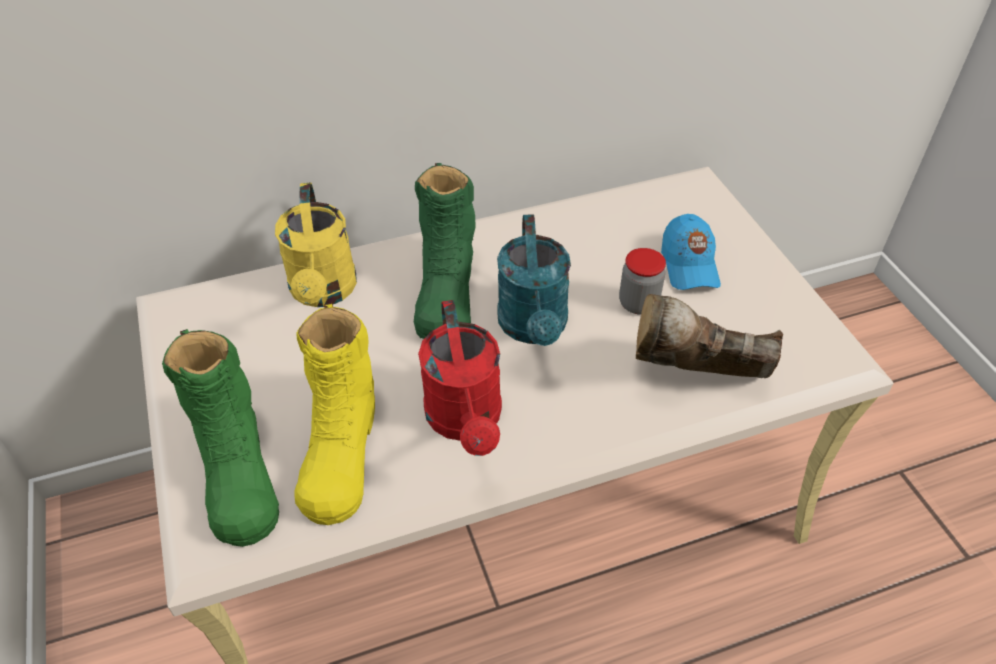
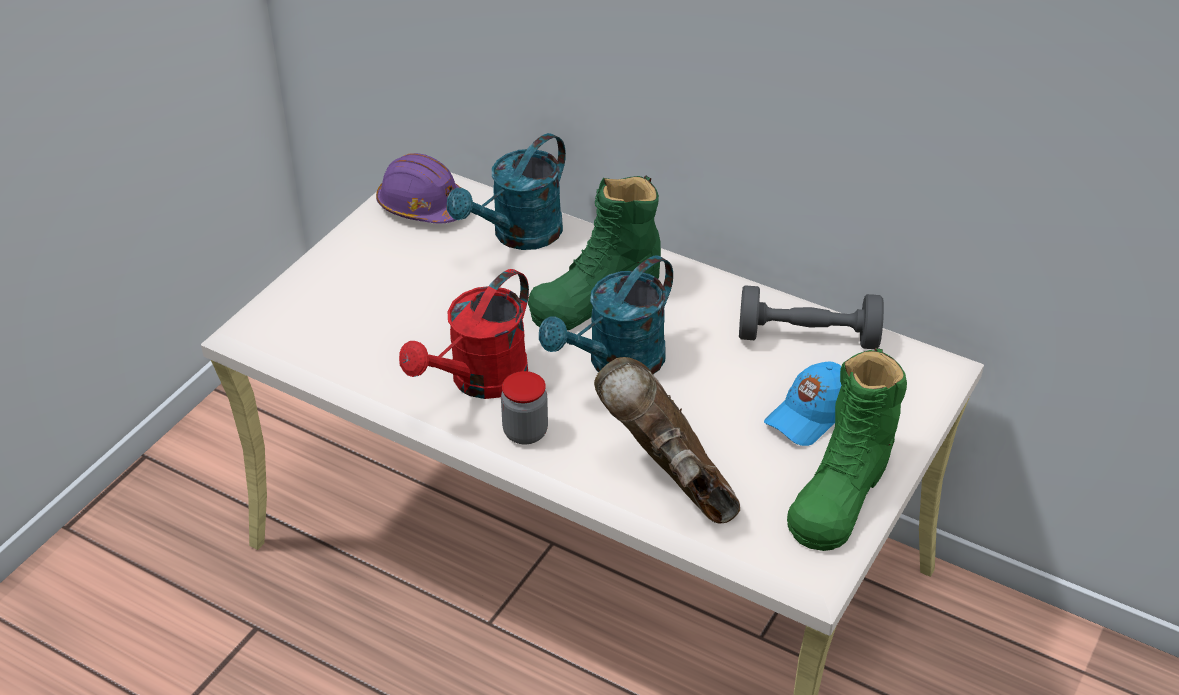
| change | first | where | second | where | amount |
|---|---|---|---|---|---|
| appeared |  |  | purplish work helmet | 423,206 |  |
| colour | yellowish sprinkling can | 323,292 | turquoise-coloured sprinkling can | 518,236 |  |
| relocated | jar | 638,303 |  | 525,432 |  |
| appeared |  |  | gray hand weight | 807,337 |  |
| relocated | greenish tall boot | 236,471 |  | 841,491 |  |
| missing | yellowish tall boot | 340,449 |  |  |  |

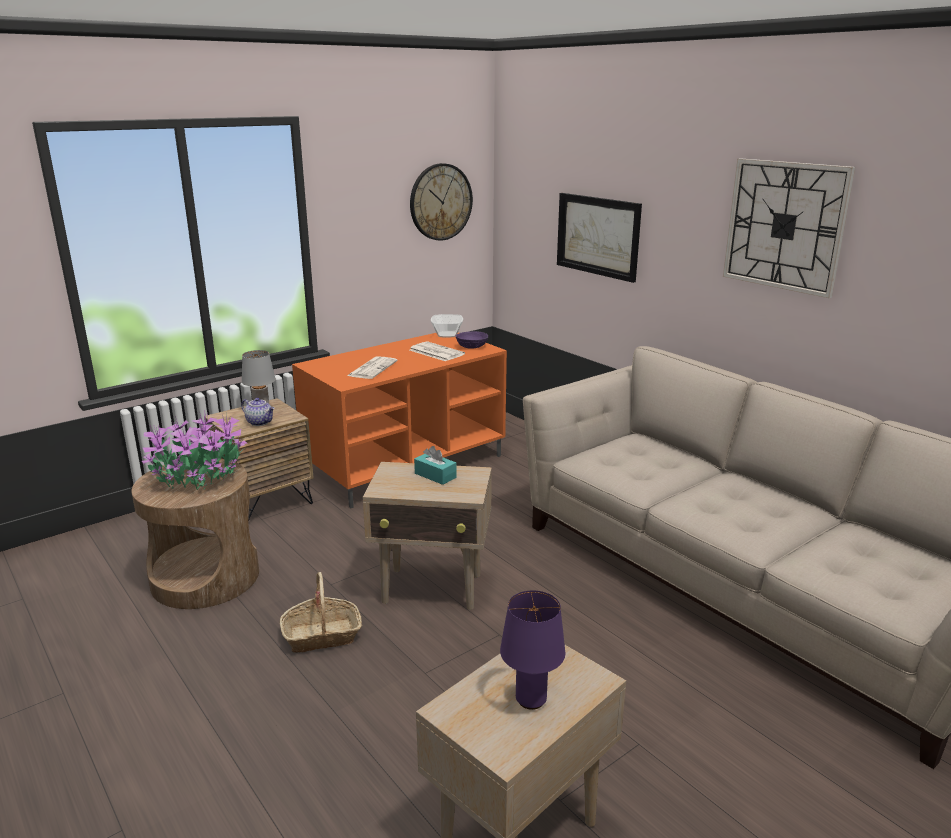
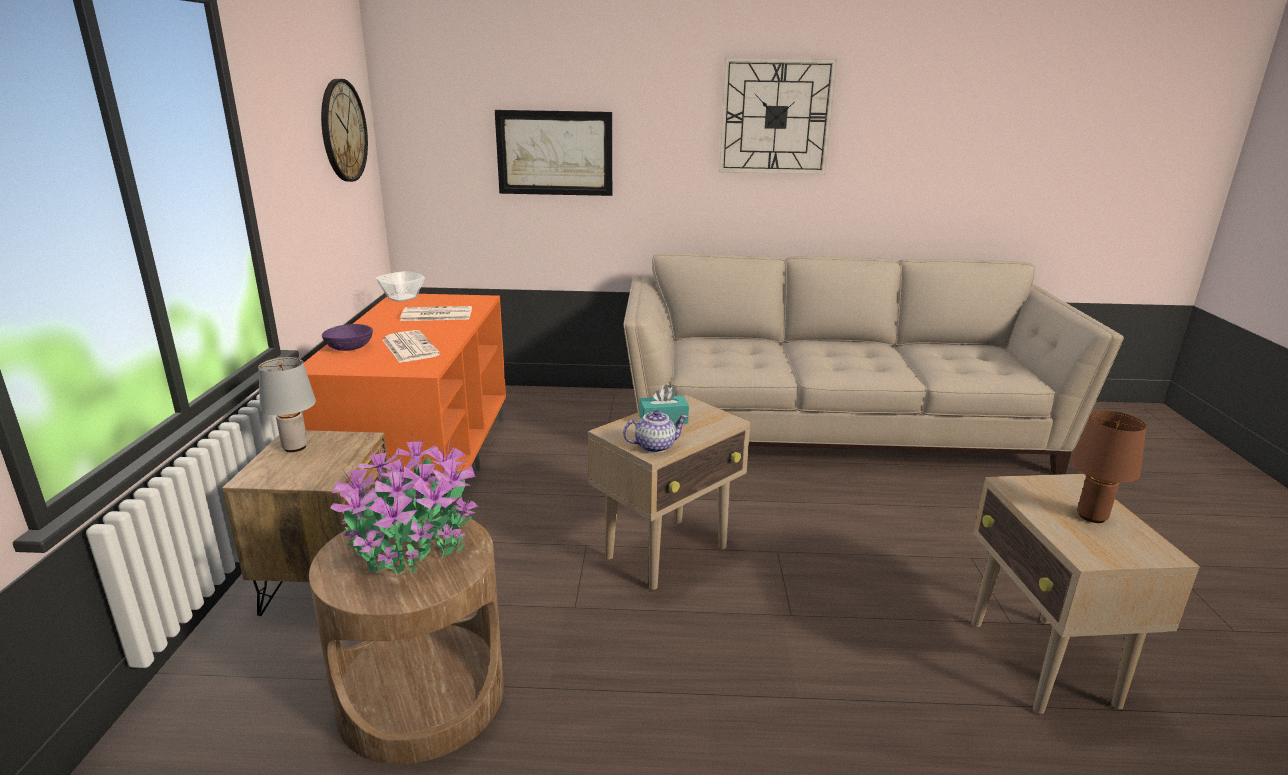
| change | first | where | second | where | amount |
|---|---|---|---|---|---|
| relocated | purplish bowl | 472,347 |  | 350,347 |  |
| relocated | teapot | 260,422 |  | 655,446 |  |
| colour | purplish lamp for a table | 530,700 | brown-coloured lamp for a table | 1091,517 |  |
| missing | household basket | 322,635 |  |  |  |

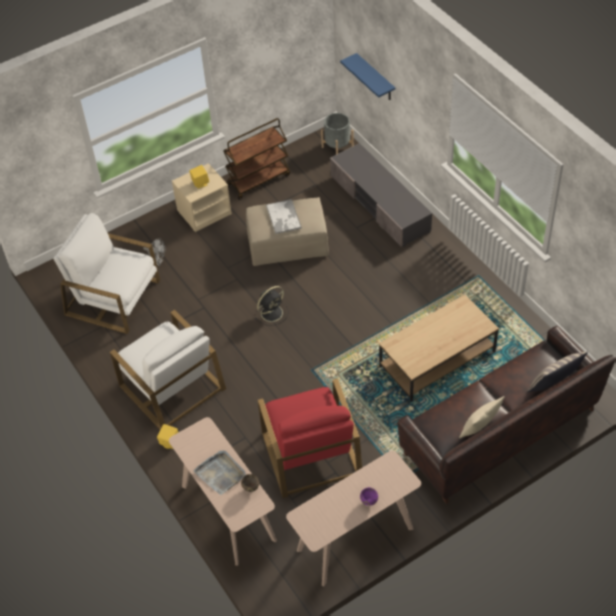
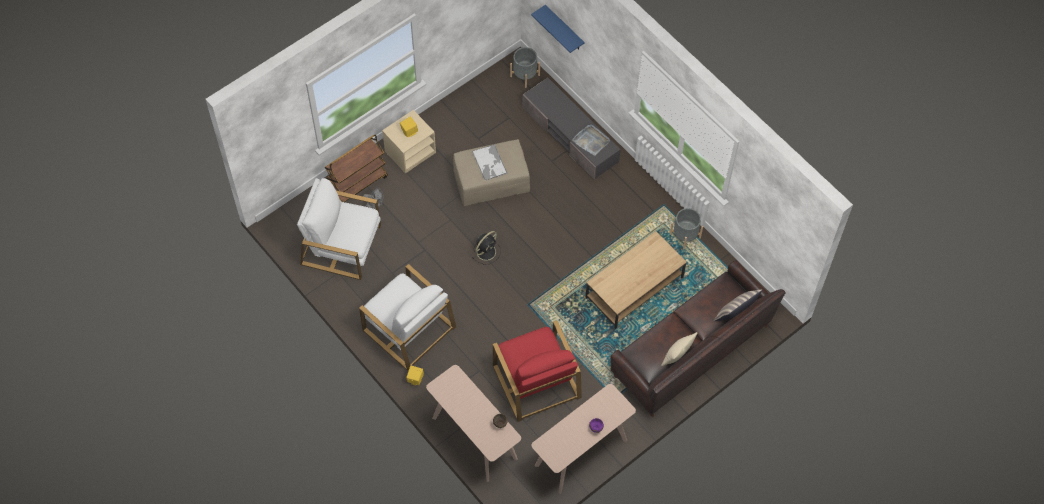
| change | first | where | second | where | amount |
|---|---|---|---|---|---|
| relocated | brown-coloured wheeled cart | 258,180 |  | 358,183 |  |
| relocated | gray serving tray | 220,473 |  | 591,141 |  |
| appeared |  |  | gray flower pot | 685,236 |  |

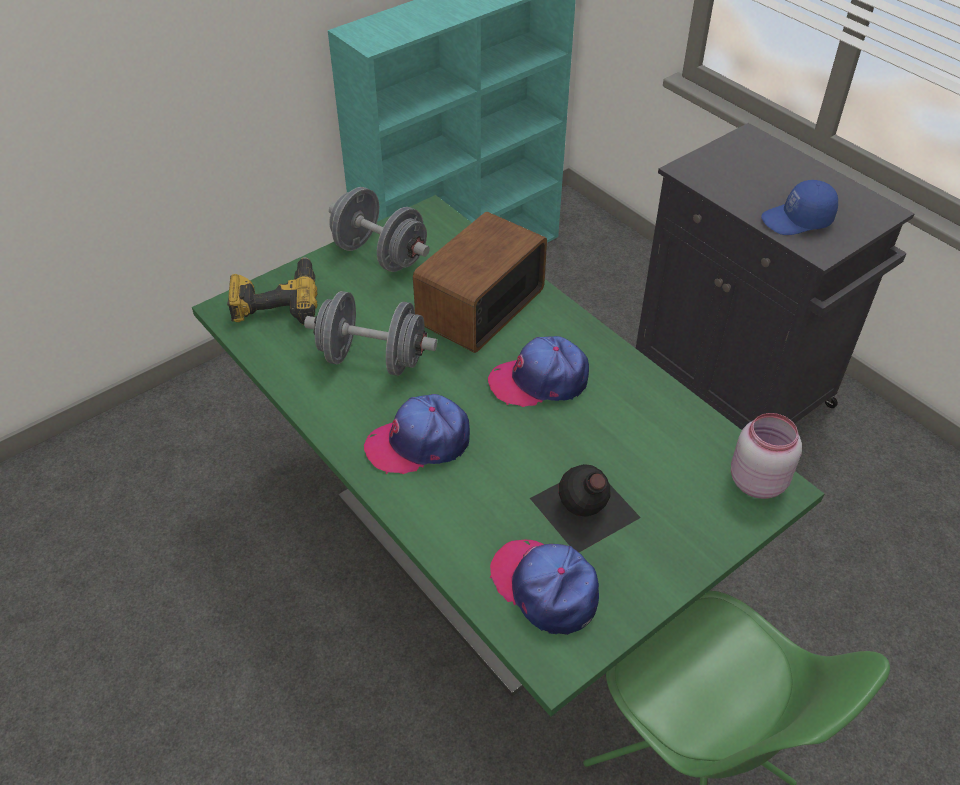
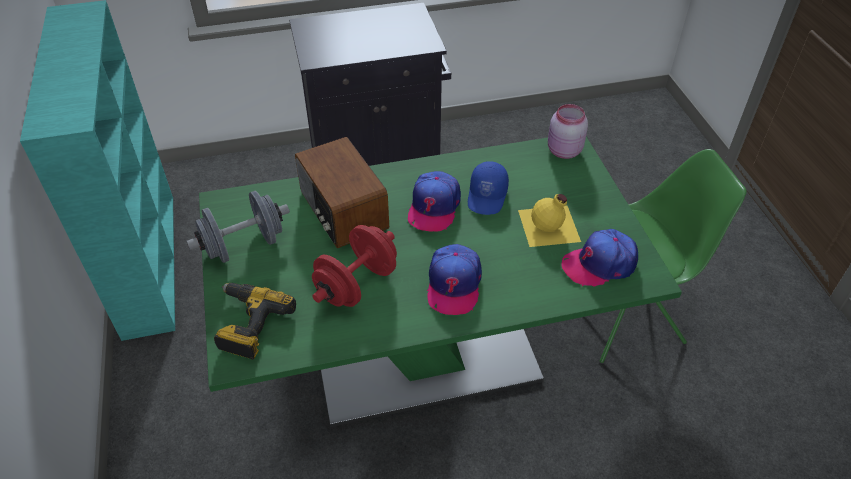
| change | first | where | second | where | amount |
|---|---|---|---|---|---|
| colour | gray hand weight | 373,359 | reddish hand weight | 356,284 |  |
| relocated | bluish peaked cap | 797,220 |  | 487,196 |  |
| colour | black-coloured bottle | 584,509 | yellowish bottle | 550,226 |  |

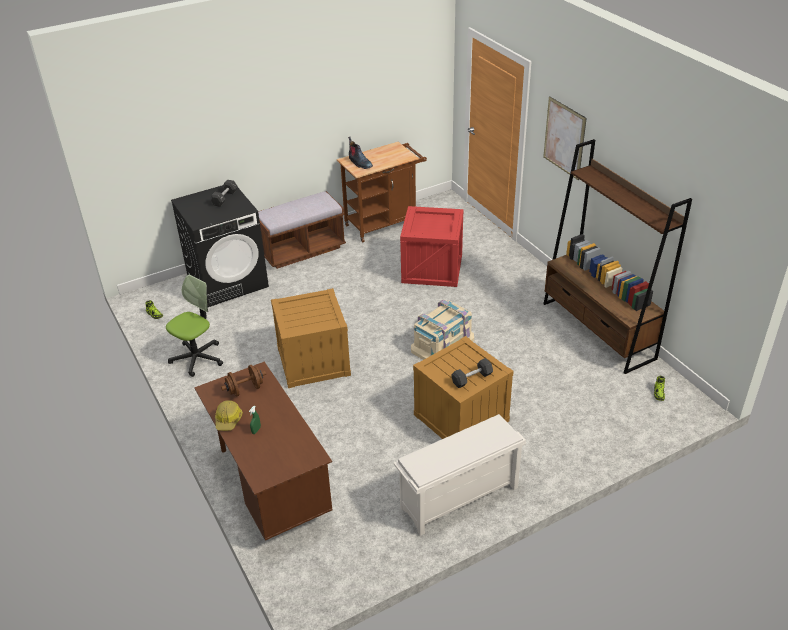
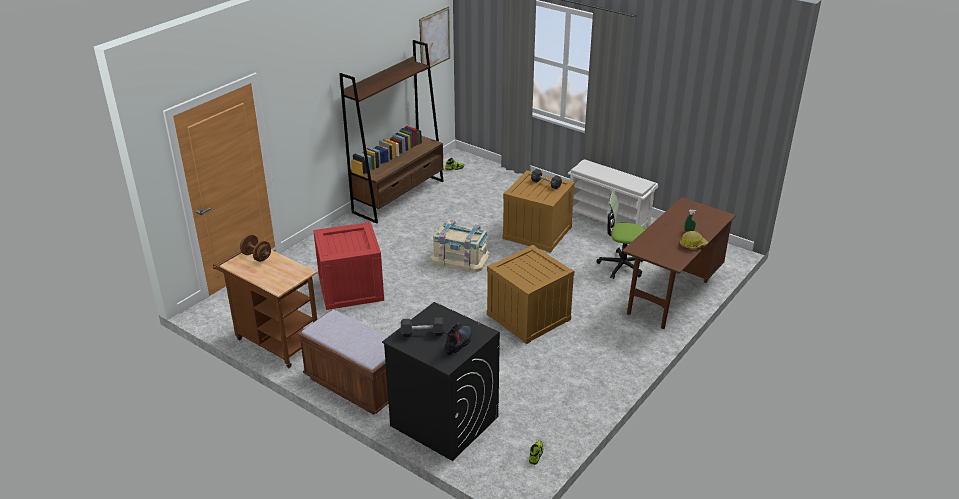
| change | first | where | second | where | amount |
|---|---|---|---|---|---|
| relocated | brown-coloured hand weight | 245,389 |  | 256,256 |  |
| relocated | picture | 564,138 |  | 434,39 |  |
| relocated | tall boot | 359,163 |  | 458,344 |  |
| relocated | desk chair | 197,358 |  | 621,266 |  |

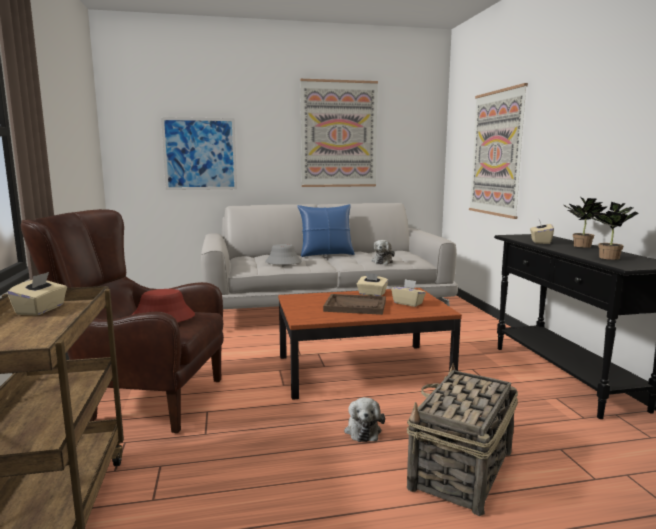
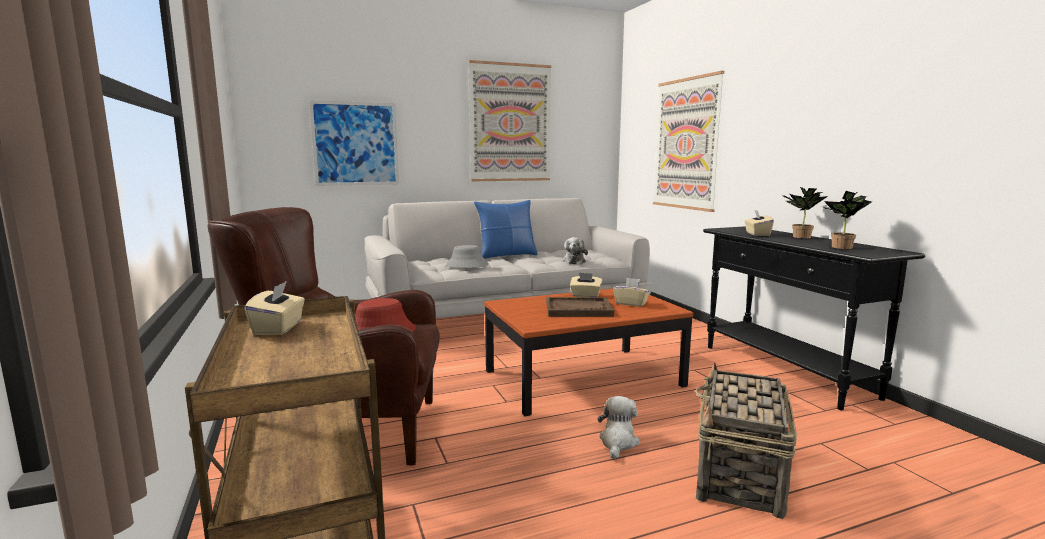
| change | first | where | second | where | amount |
|---|---|---|---|---|---|
| spun | cuddly toy | 362,430 |  | 618,442 | 150 degrees counterclockwise |

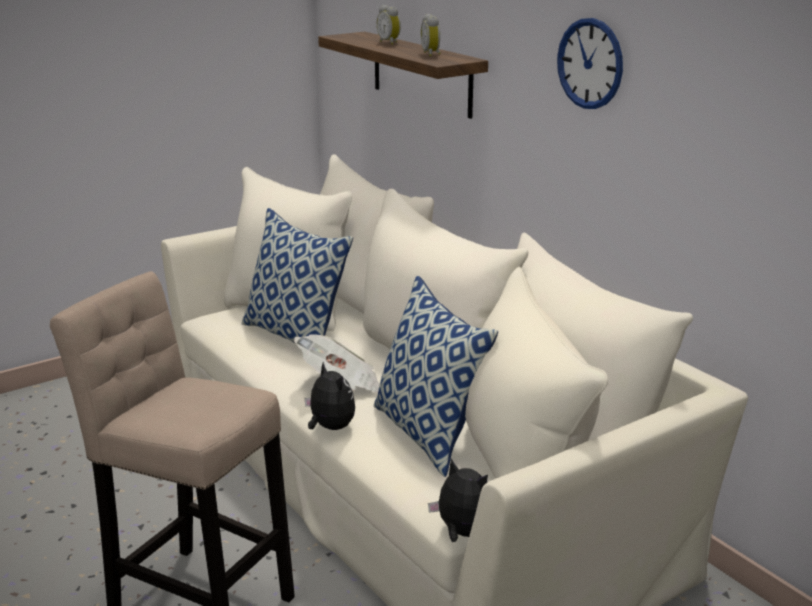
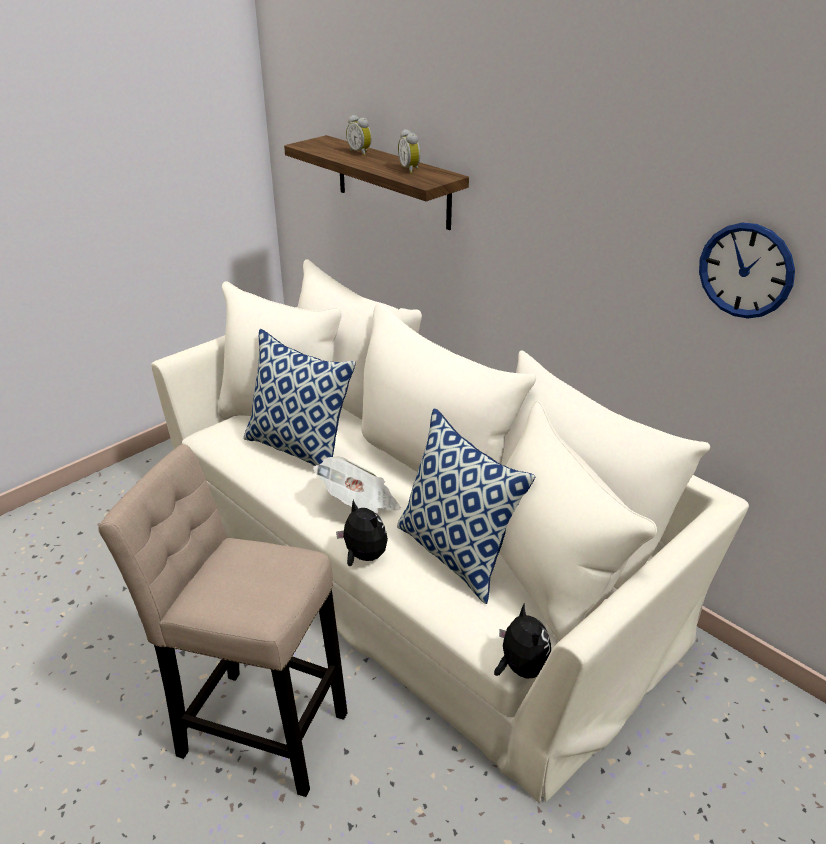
| change | first | where | second | where | amount |
|---|---|---|---|---|---|
| spun | cuddly toy | 463,534 |  | 520,668 | 45 degrees clockwise |
| relocated | hanging clock | 590,63 |  | 745,270 |  |

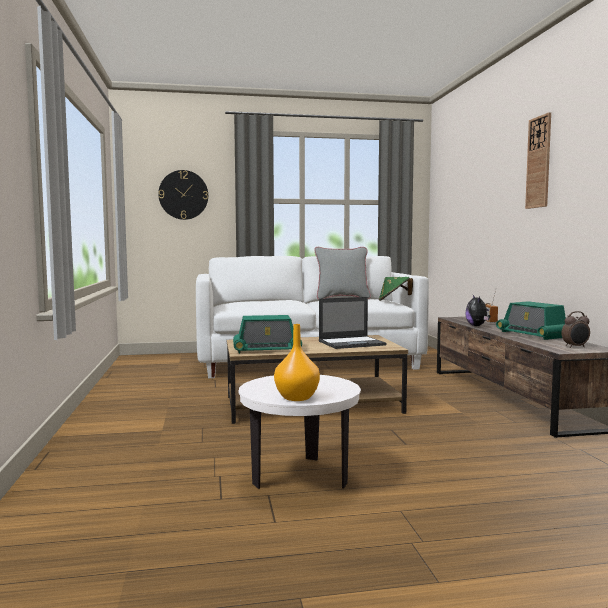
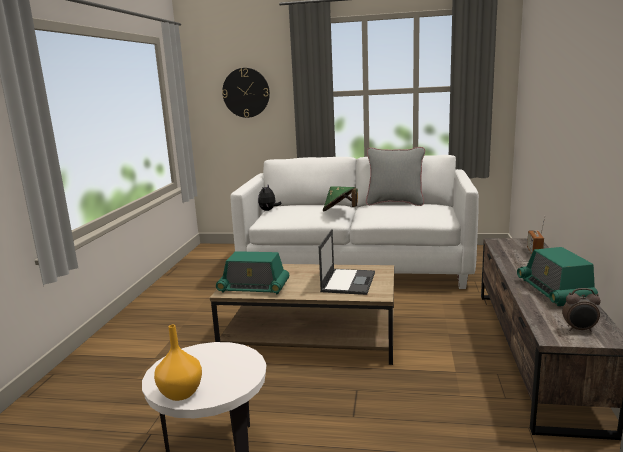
| change | first | where | second | where | amount |
|---|---|---|---|---|---|
| relocated | cuddly toy | 477,326 |  | 268,210 |  |
| spun | portable computer | 352,343 |  | 348,281 | 75 degrees counterclockwise |
| relocated | greenish hat | 394,300 |  | 339,211 |  |
| missing | hanging clock | 539,162 |  |  |  |

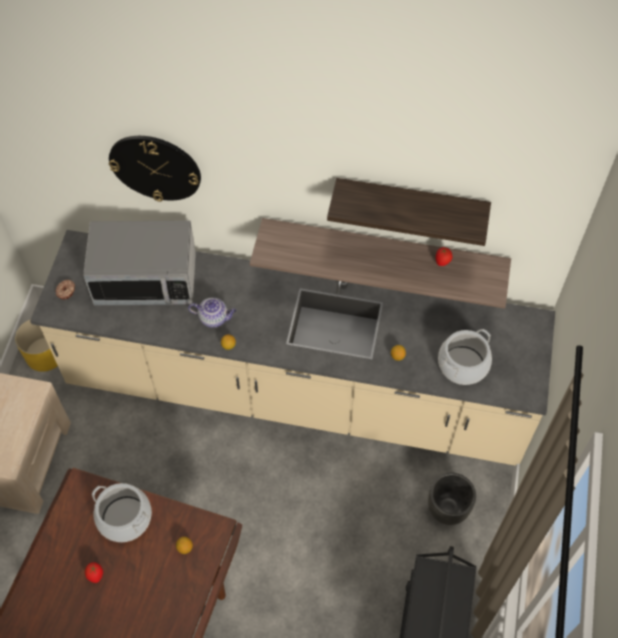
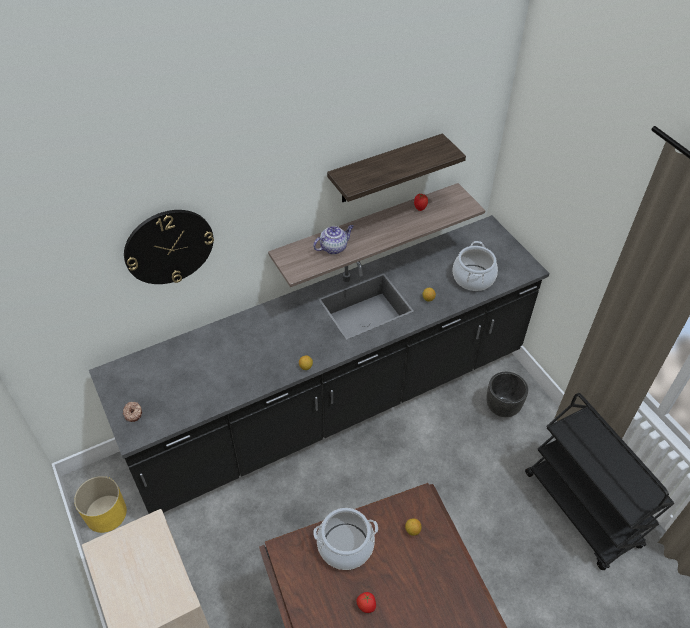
| change | first | where | second | where | amount |
|---|---|---|---|---|---|
| colour | beige kitchen counter | 309,395 | black-coloured kitchen counter | 344,401 |  |
| relocated | teapot | 214,318 |  | 334,247 |  |
| missing | microwave | 146,279 |  |  |  |

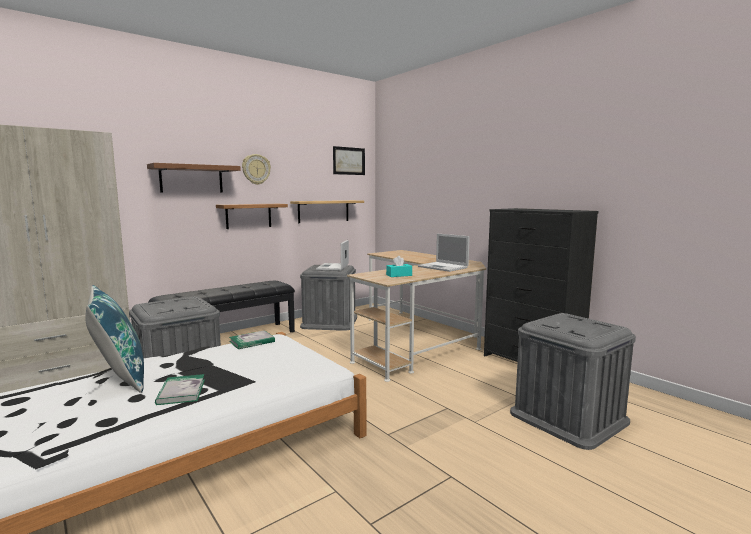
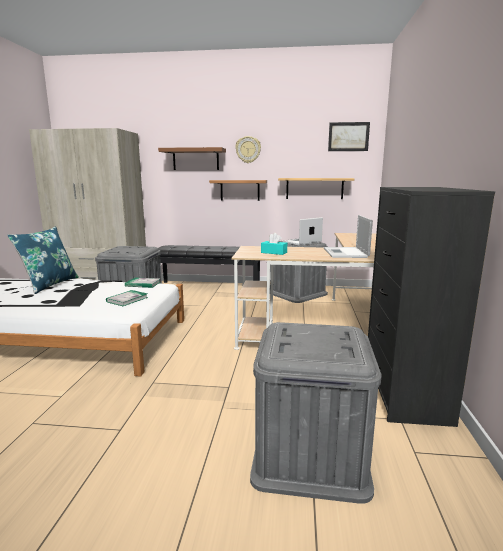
| change | first | where | second | where | amount |
|---|---|---|---|---|---|
| relocated | volume | 181,391 |  | 127,299 |  |

